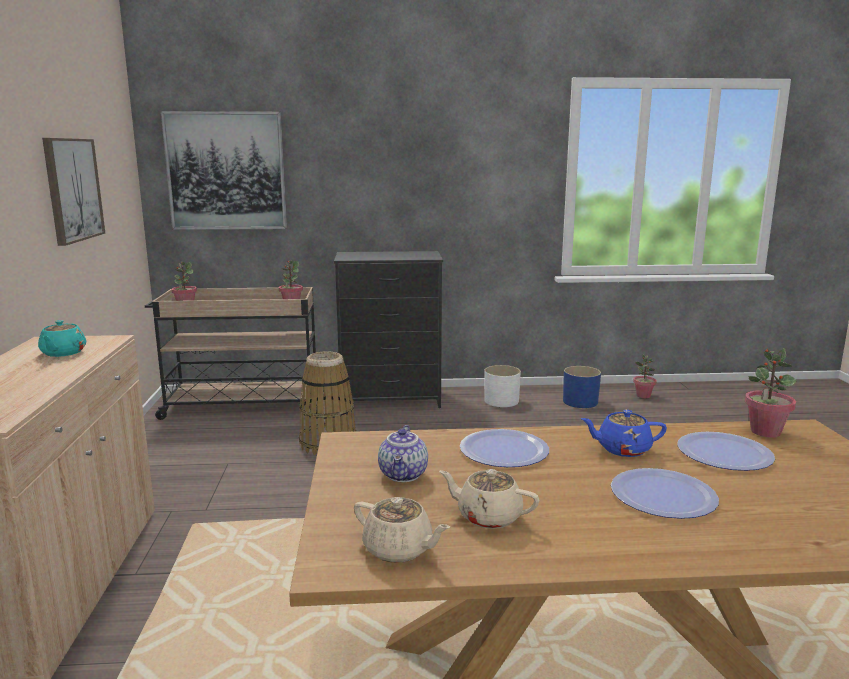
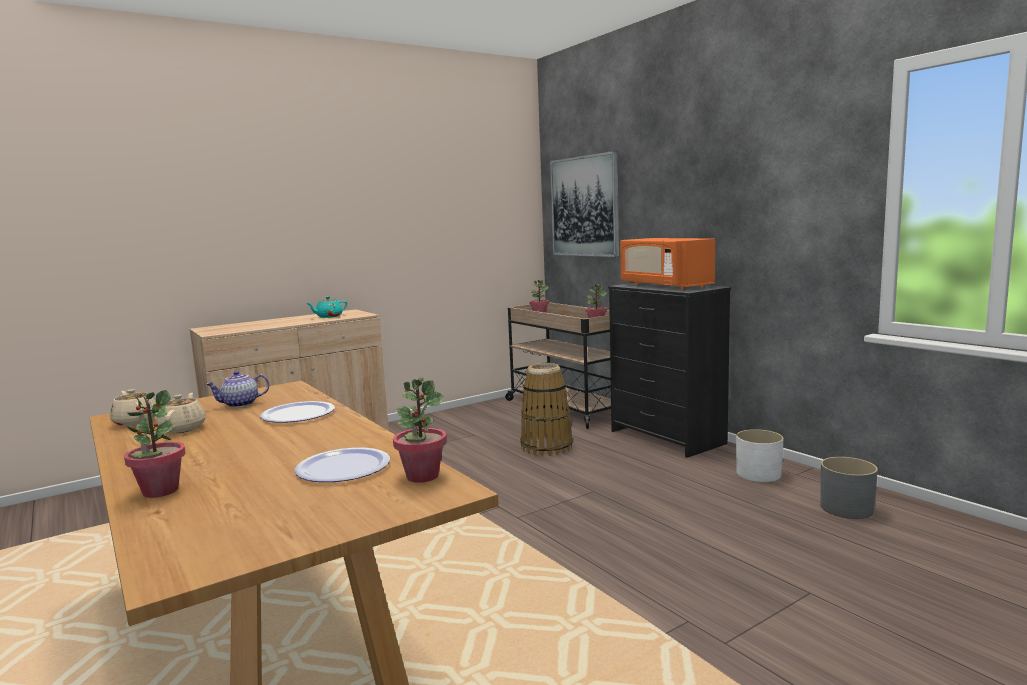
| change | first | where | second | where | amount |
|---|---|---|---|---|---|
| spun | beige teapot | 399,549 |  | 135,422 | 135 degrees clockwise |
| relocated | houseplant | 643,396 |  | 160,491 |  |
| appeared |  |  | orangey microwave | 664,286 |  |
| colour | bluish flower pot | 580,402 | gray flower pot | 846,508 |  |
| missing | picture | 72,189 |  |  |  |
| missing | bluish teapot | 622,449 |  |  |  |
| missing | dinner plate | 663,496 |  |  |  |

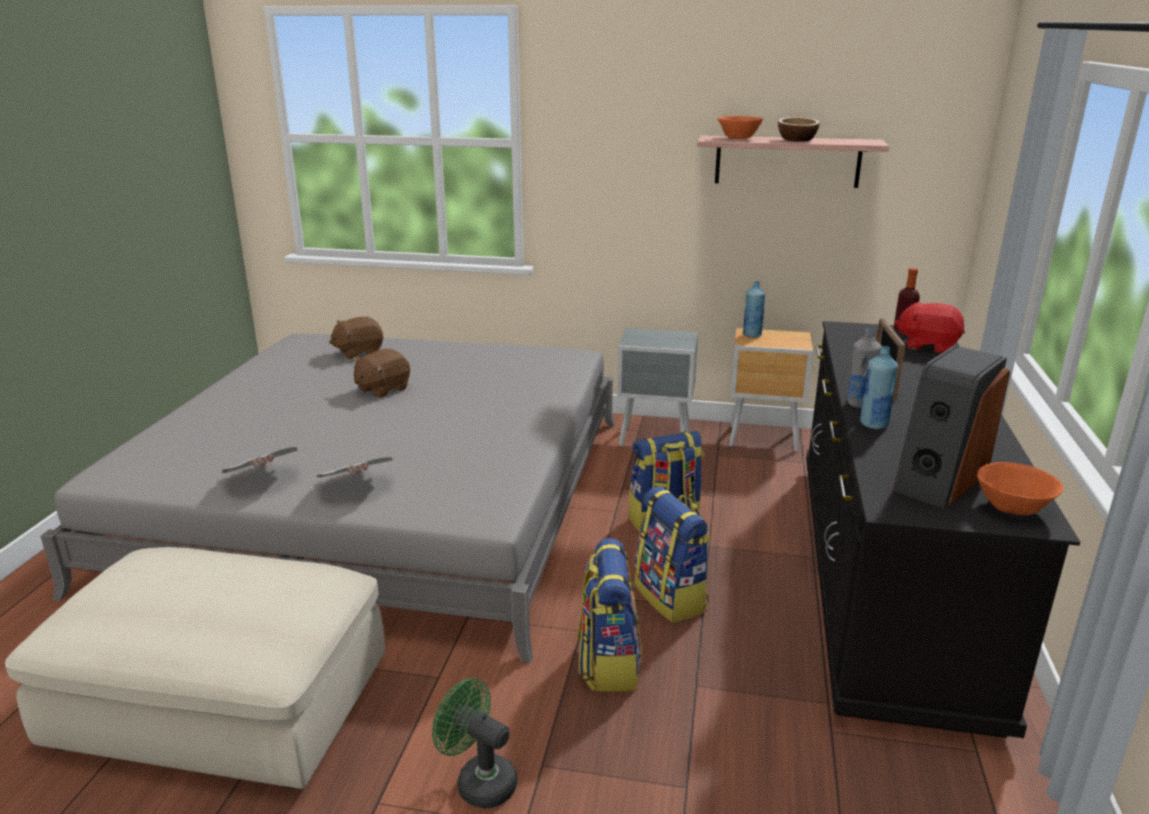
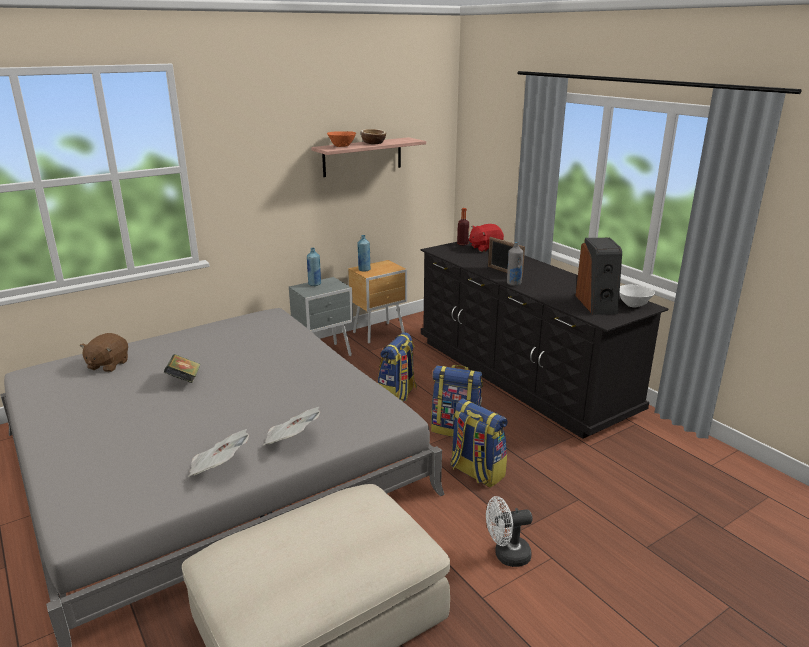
| change | first | where | second | where | amount |
|---|---|---|---|---|---|
| exchanged | brown-coloured cuddly toy | 382,389 | volume | 184,380 |  |
| relocated | bluish bottle | 873,424 |  | 314,284 |  |
| colour | greenish fan | 478,781 | white-coloured fan | 506,555 |  |
| colour | orangey bowl | 1014,508 | white-coloured bowl | 634,305 |  |

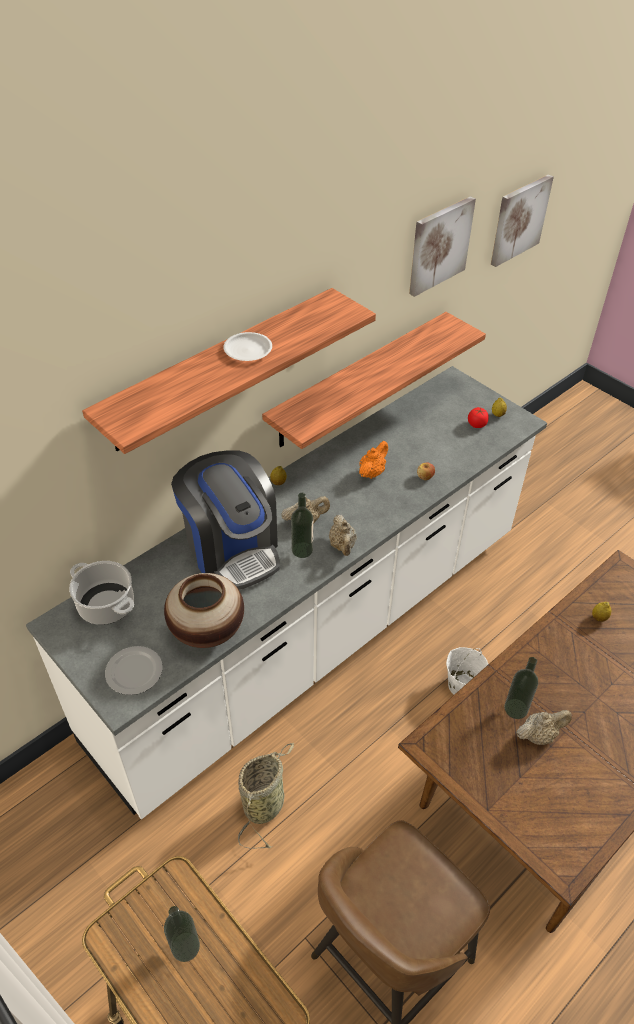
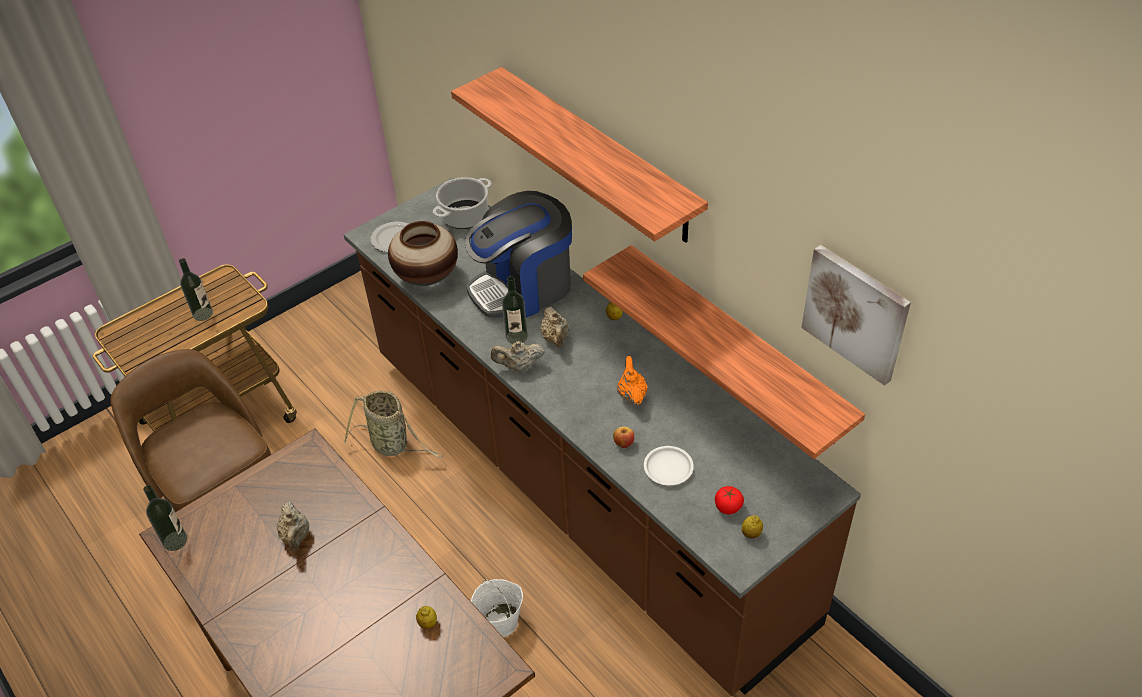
| change | first | where | second | where | amount |
|---|---|---|---|---|---|
| relocated | bottle | 516,708 |  | 175,541 |  |
| colour | white-coloured kitchen counter | 315,634 | brown-coloured kitchen counter | 578,484 |  |
| spun | orangey teapot | 372,472 |  | 631,395 | 135 degrees counterclockwise |
| relocated | white-coloured dinner plate | 248,350 |  | 668,468 |  |
| missing | picture | 519,219 |  |  |  |

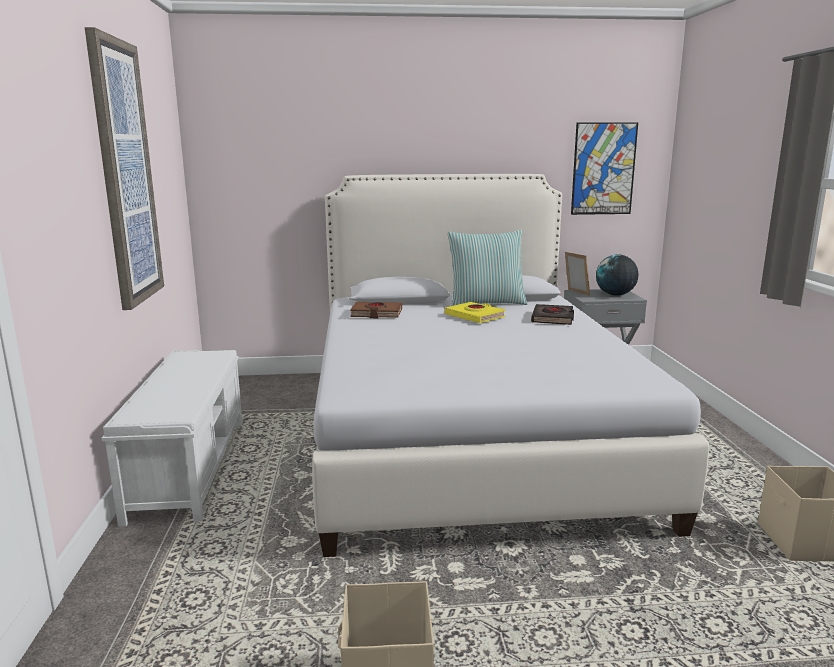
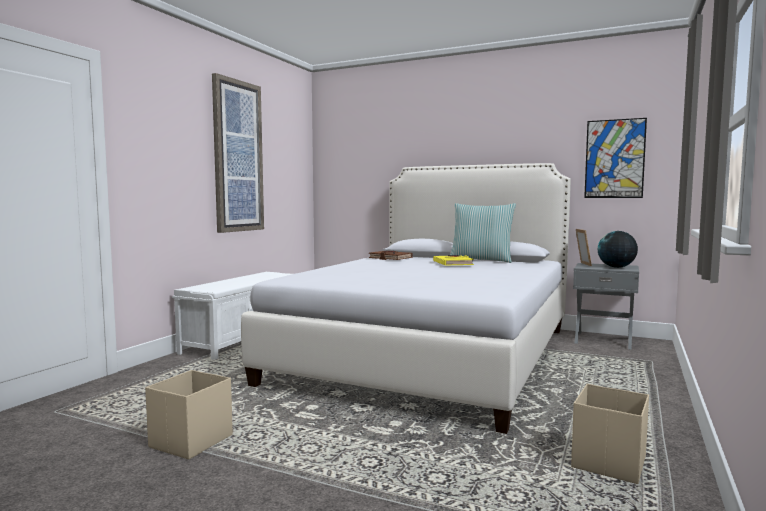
| change | first | where | second | where | amount |
|---|---|---|---|---|---|
| missing | black-coloured volume | 553,318 |  |  |  |

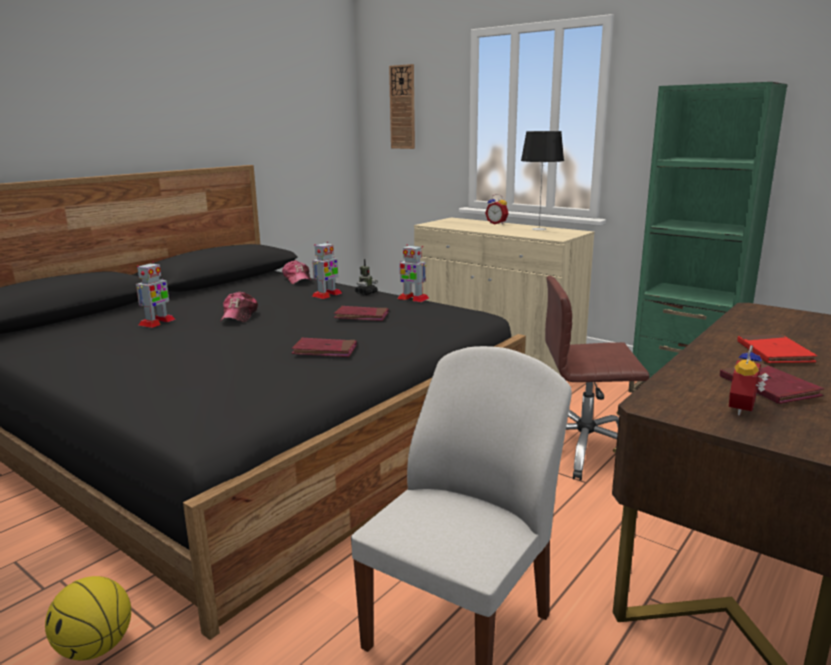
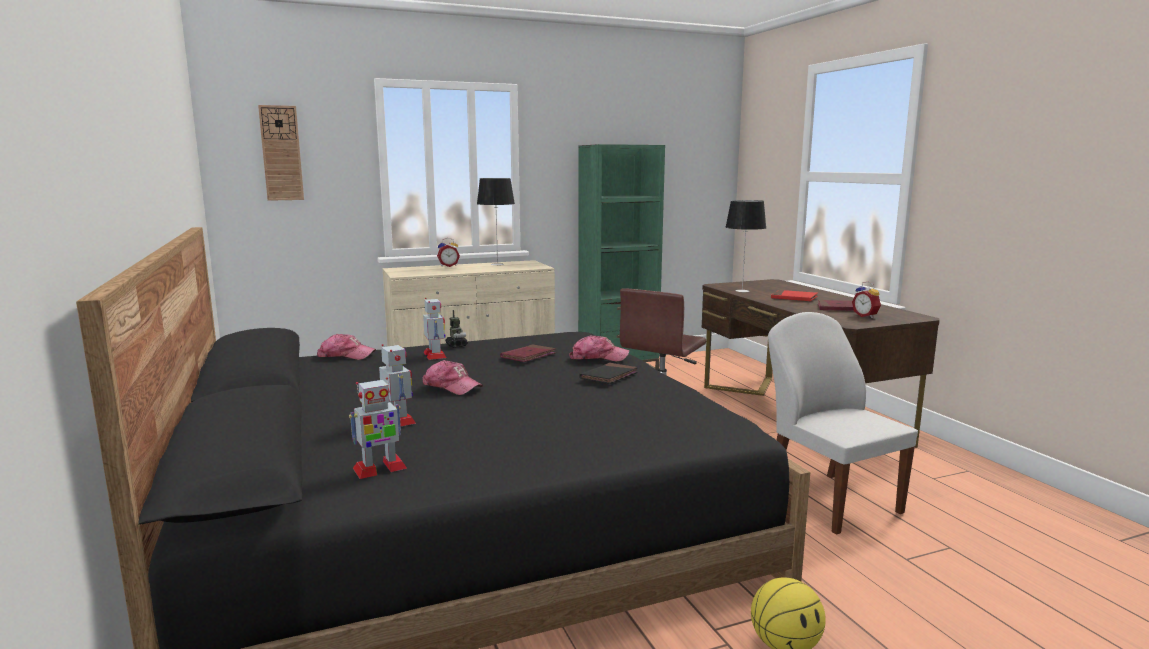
| change | first | where | second | where | amount |
|---|---|---|---|---|---|
| relocated | model robot | 412,298 |  | 379,468 |  |
| appeared |  |  | peaked cap | 598,357 |  |
| colour | reddish volume | 325,351 | black-coloured volume | 609,376 |  |
| appeared |  |  | lamp for a table | 742,291 |  |

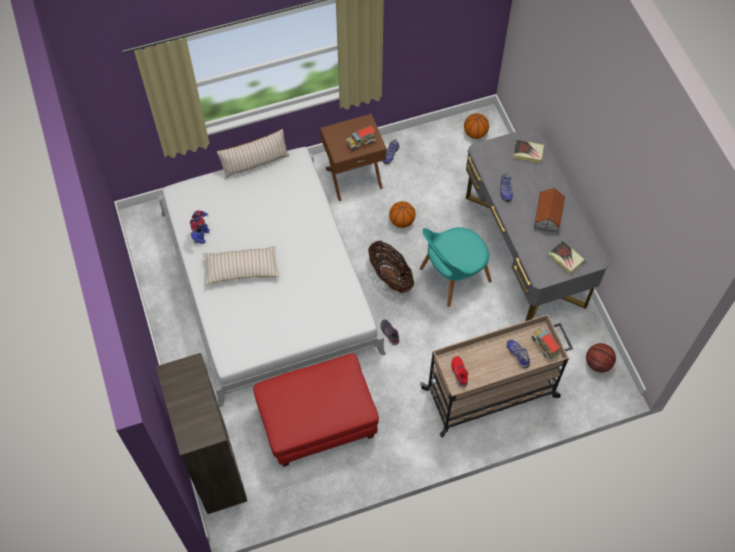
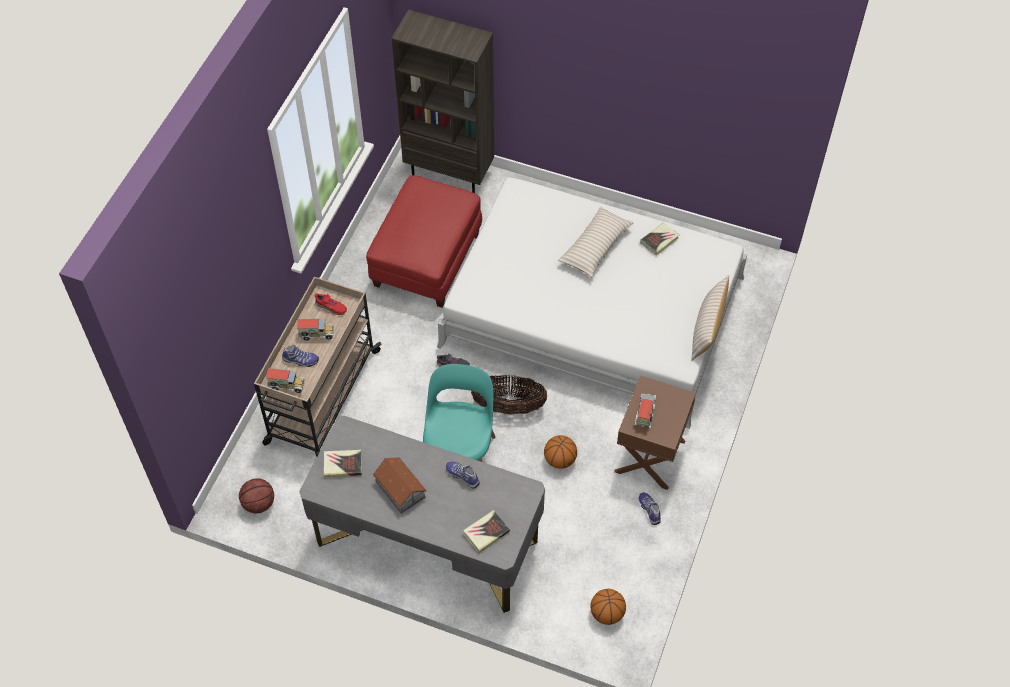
| change | first | where | second | where | amount |
|---|---|---|---|---|---|
| appeared |  |  | model truck | 316,335 |  |
| exchanged | model robot | 201,235 | volume | 659,240 |  |

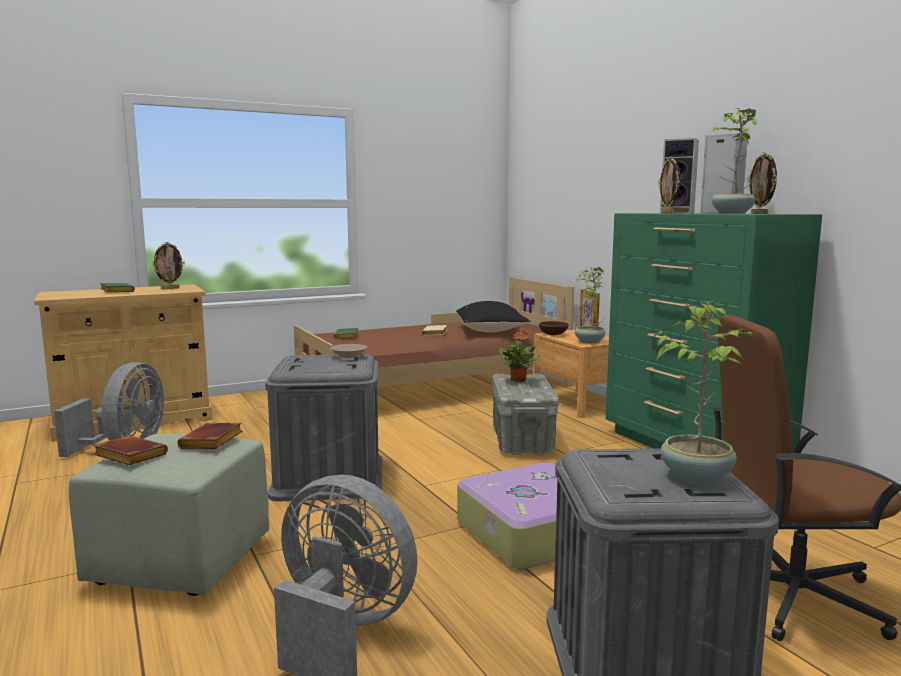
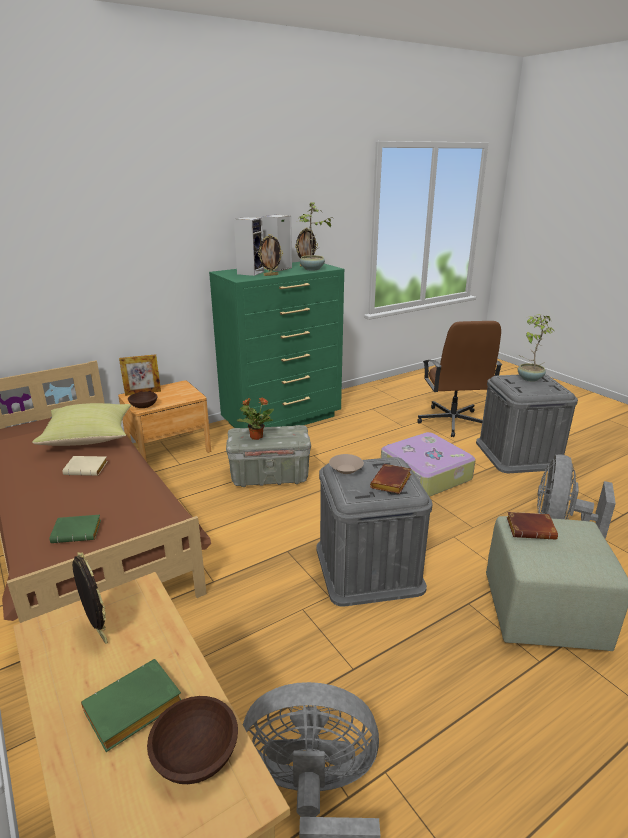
| change | first | where | second | where | amount |
|---|---|---|---|---|---|
| colour | black-coloured cushion | 491,331 | yellowish cushion | 89,437 |  |
| appeared |  |  | brown-coloured bowl | 197,755 |  |
| relocated | brown-coloured volume | 128,456 |  | 392,483 |  |
| missing | houseplant | 588,342 |  |  |  |

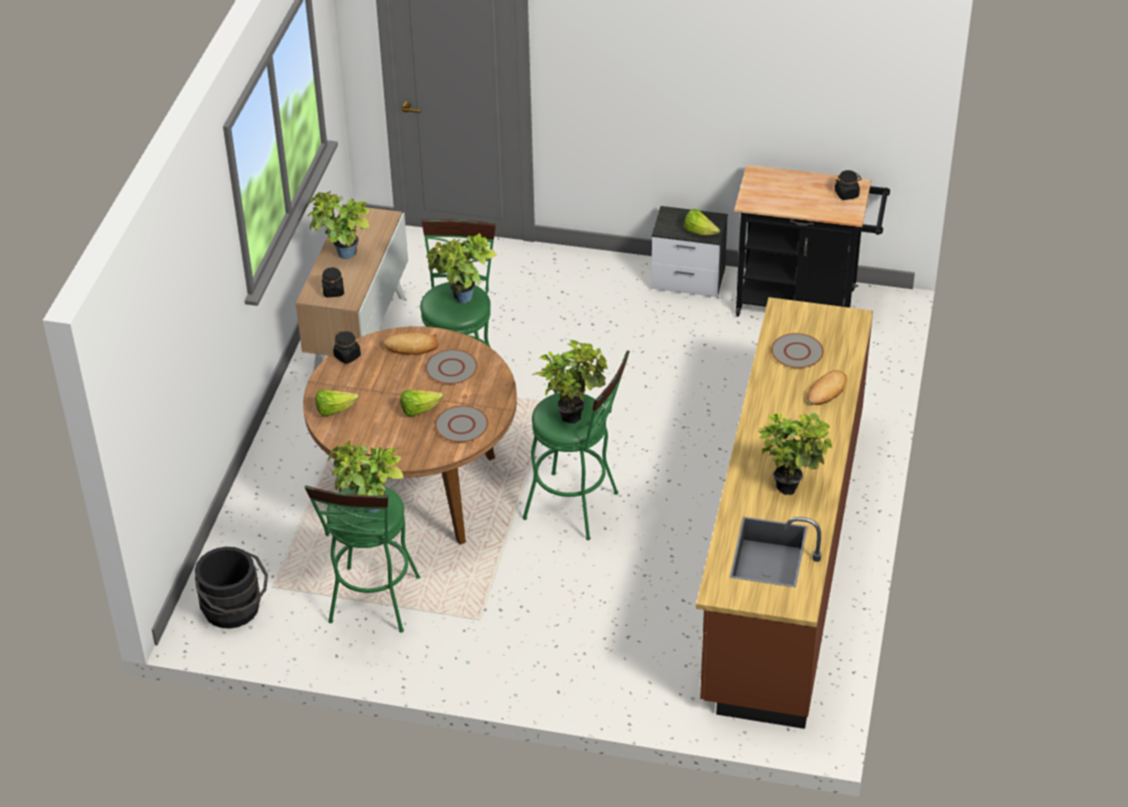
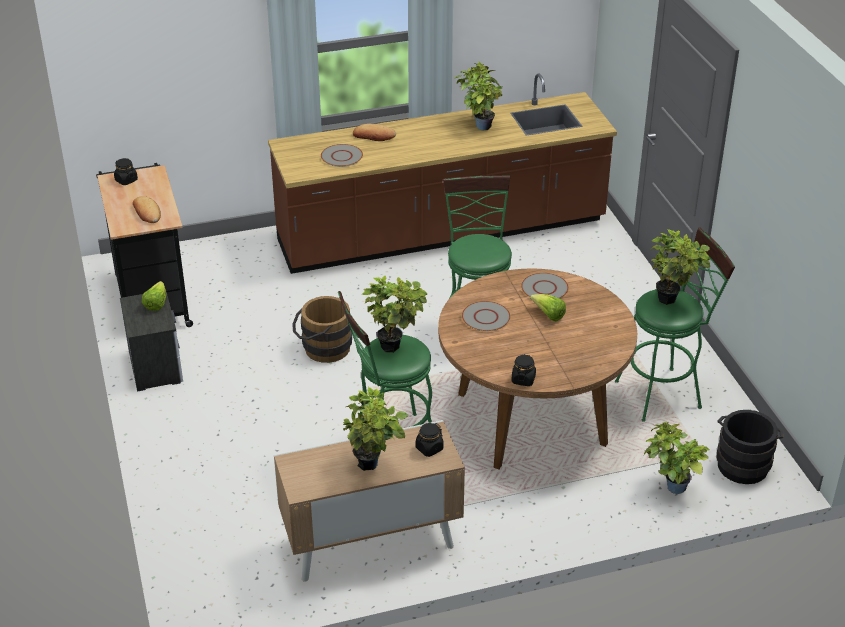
| change | first | where | second | where | amount |
|---|---|---|---|---|---|
| relocated | bread | 411,347 |  | 147,213 |  |
| appeared |  |  | brown-coloured water bucket | 322,348 |  |
| relocated | houseplant | 573,413 |  | 670,488 |  |
| missing | lettuce | 334,410 |  |  |  |

